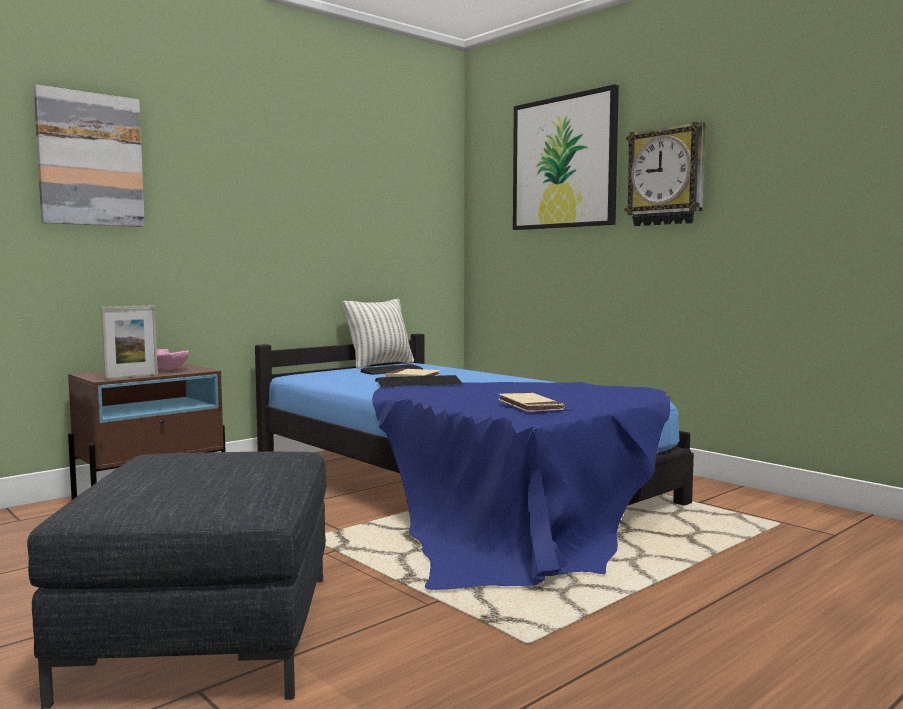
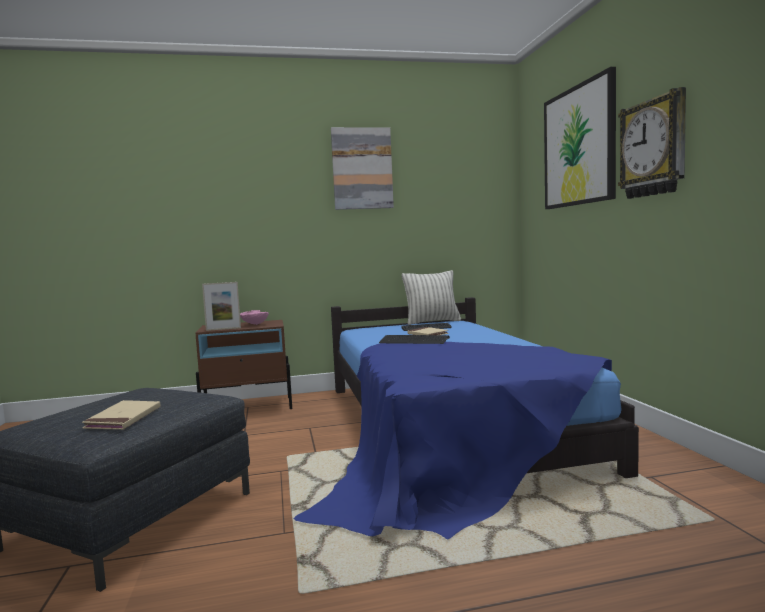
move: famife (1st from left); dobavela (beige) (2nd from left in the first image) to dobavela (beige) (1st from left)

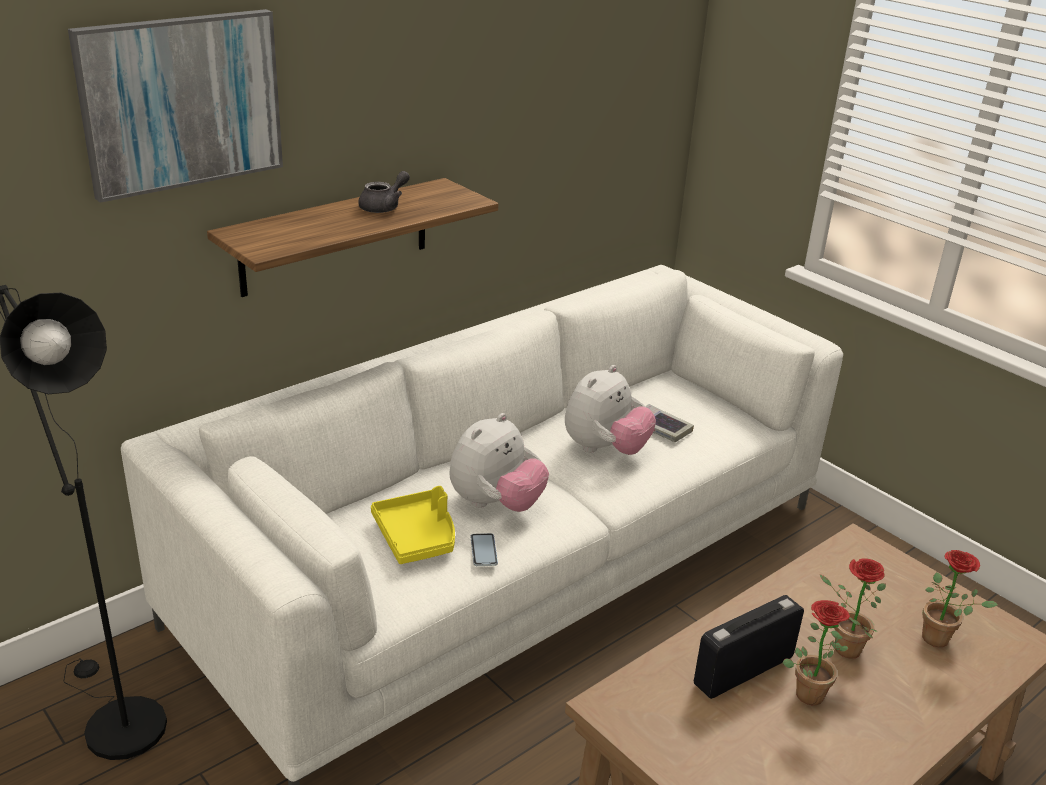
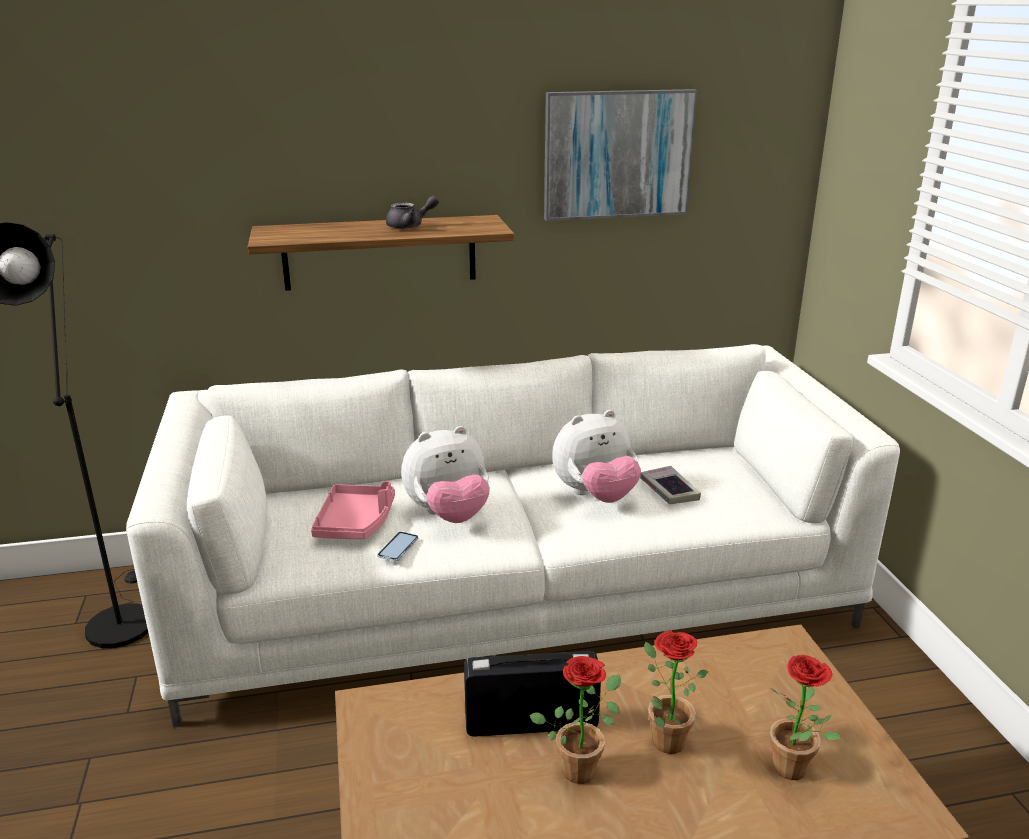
move: famife
recolor: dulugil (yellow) to dulugil (pink)

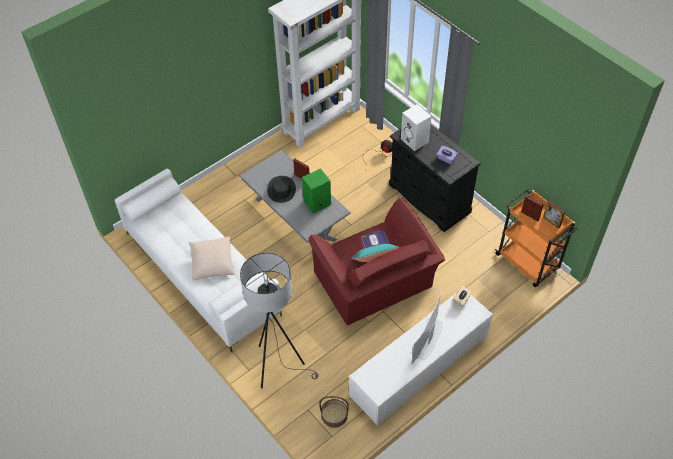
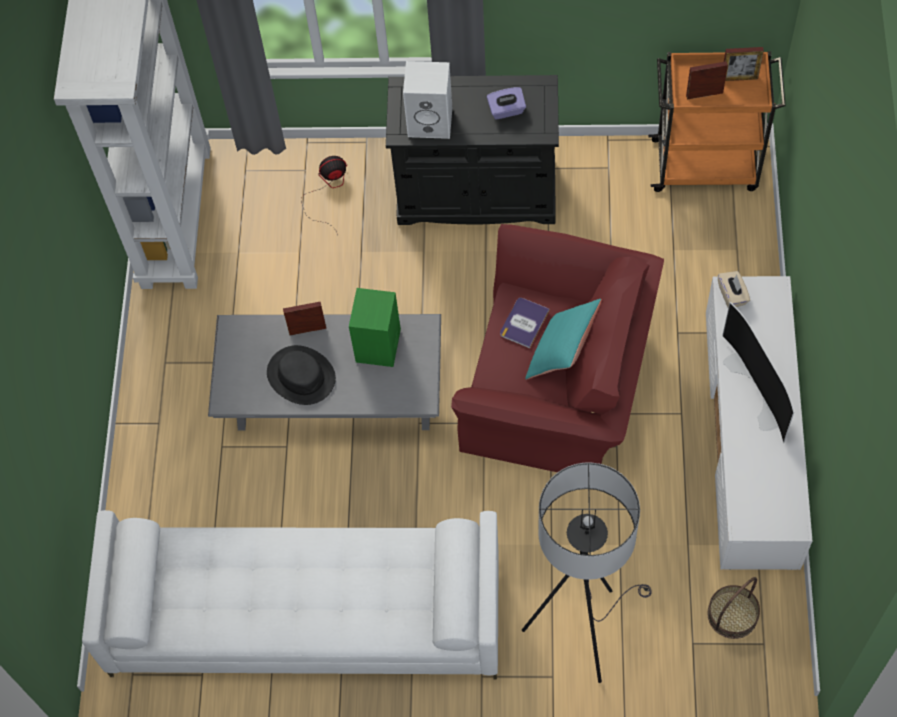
delete: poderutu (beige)

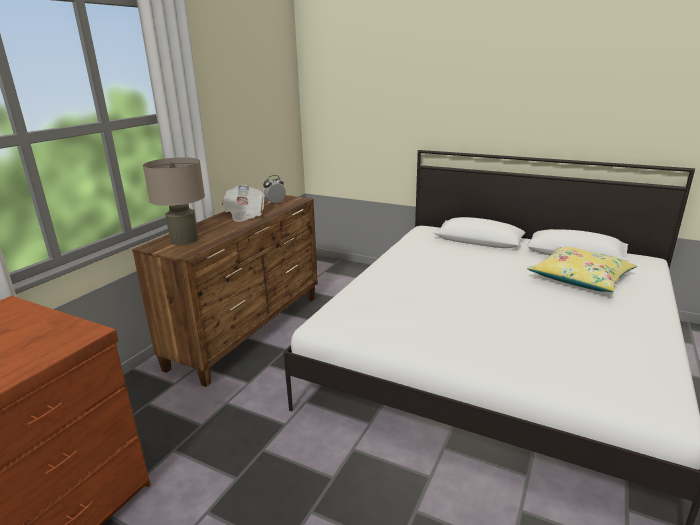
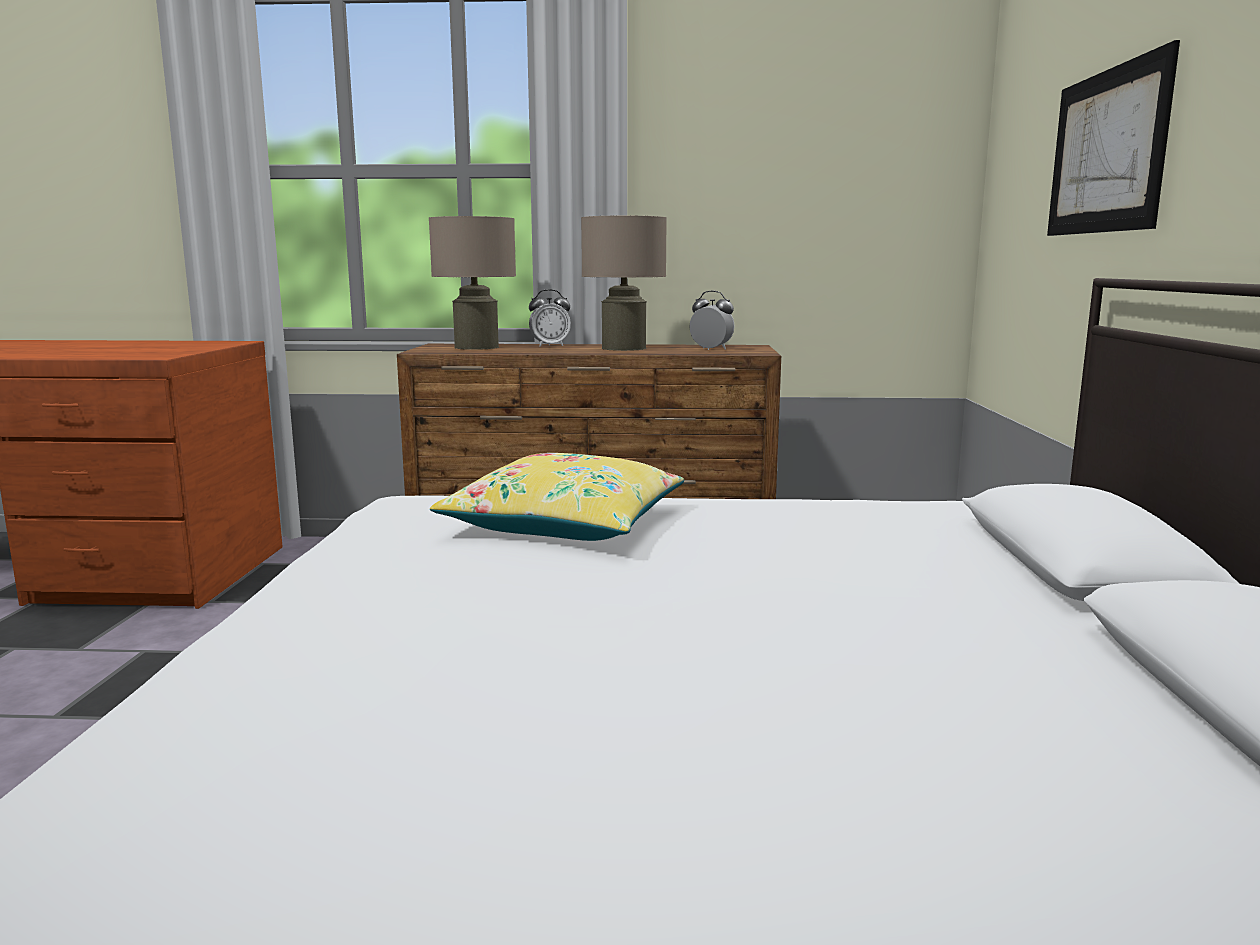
insert: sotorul (1st from left); famife
move: poderutu (yellow)
replace: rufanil to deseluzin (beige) (2nd from left)

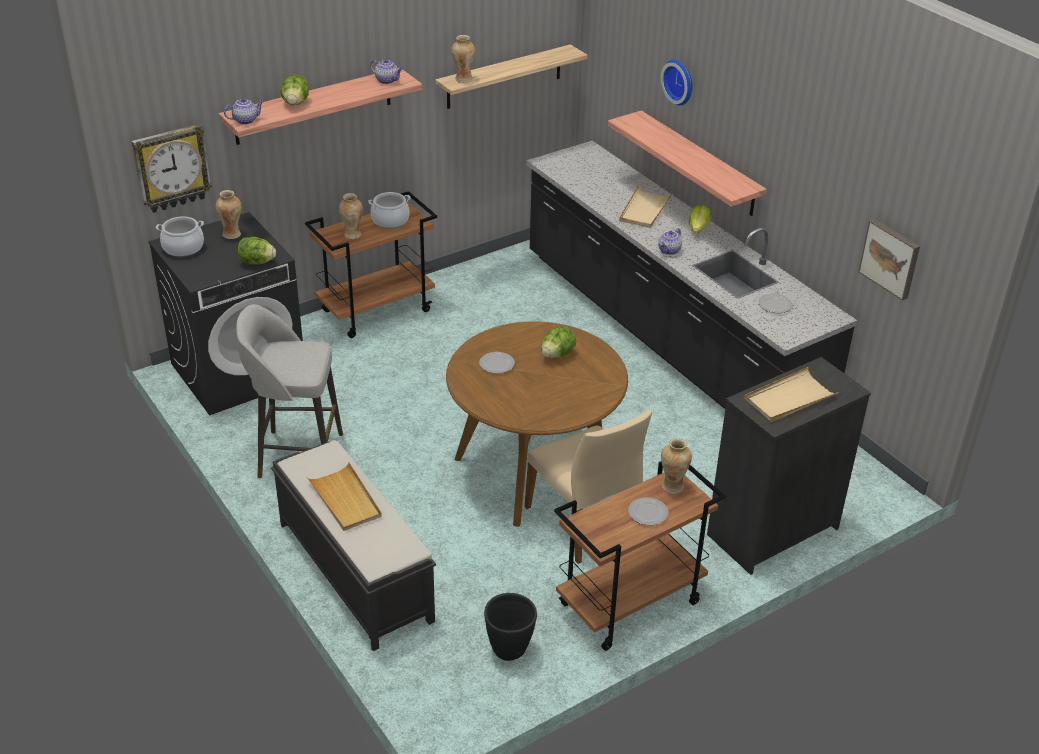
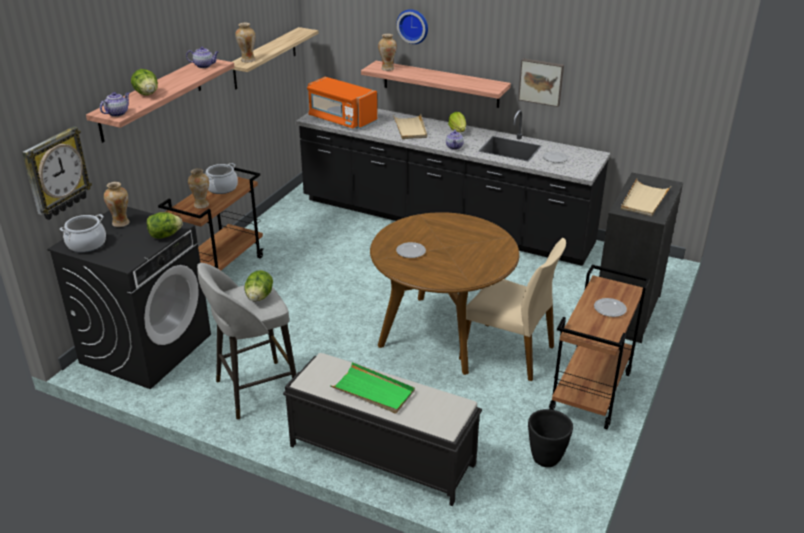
insert: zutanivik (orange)
move: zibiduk (3rd from left); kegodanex (4th from left); famife
recolor: dulugil (beige) (1st from left) to dulugil (green)

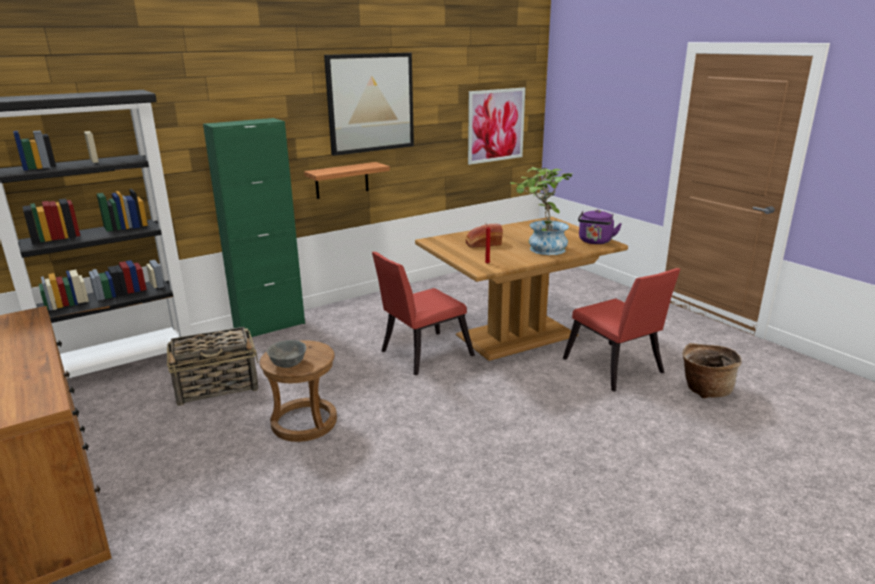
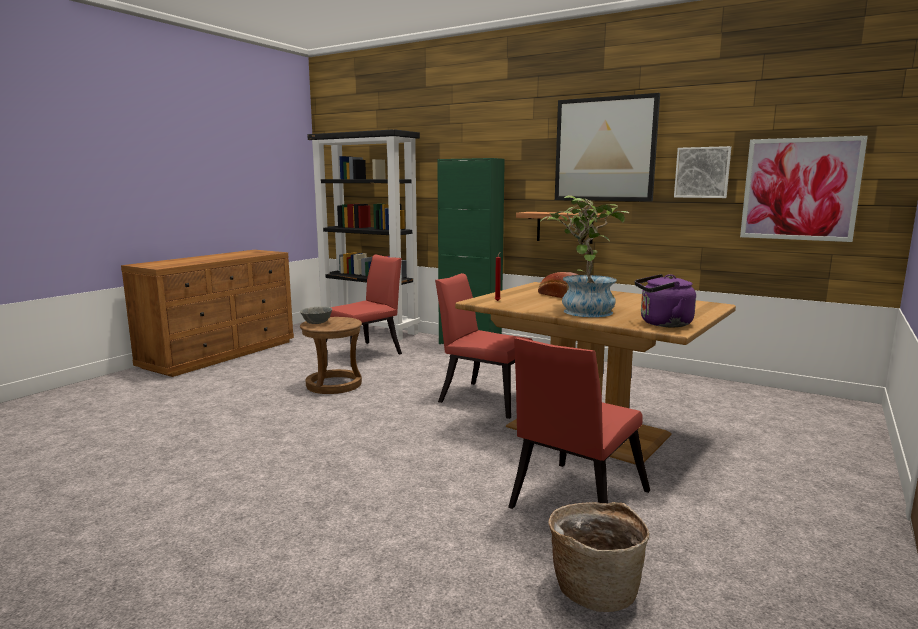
insert: famife (2nd from left)
replace: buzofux (1st from left) to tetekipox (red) (1st from left)

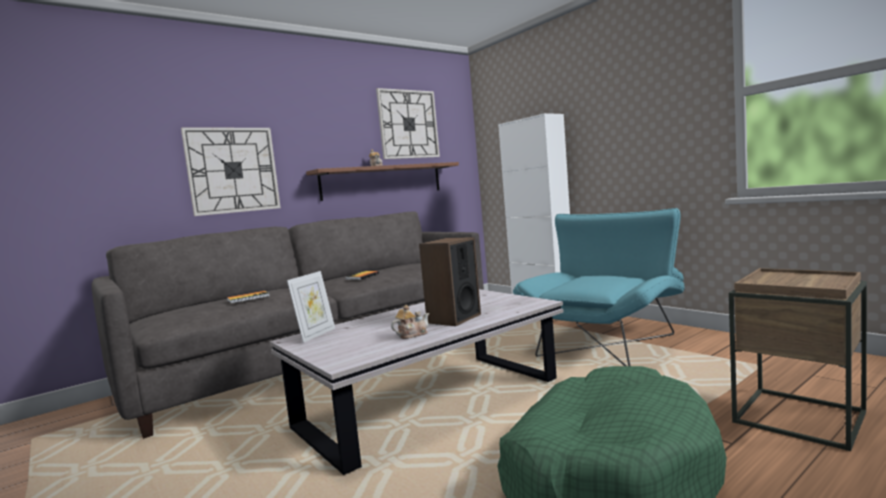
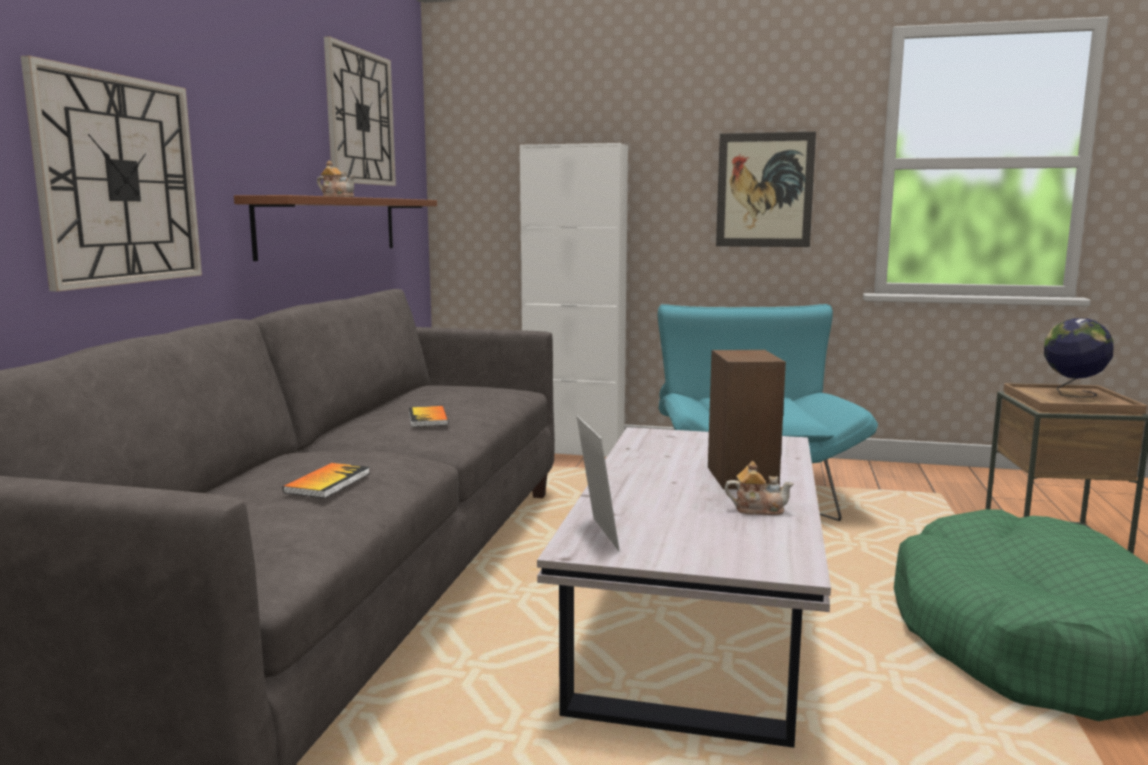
insert: famife; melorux
rotate: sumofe (2nd from left) 75 degrees clockwise

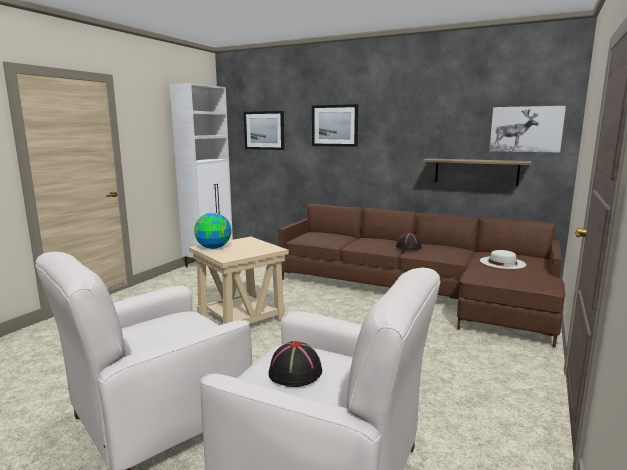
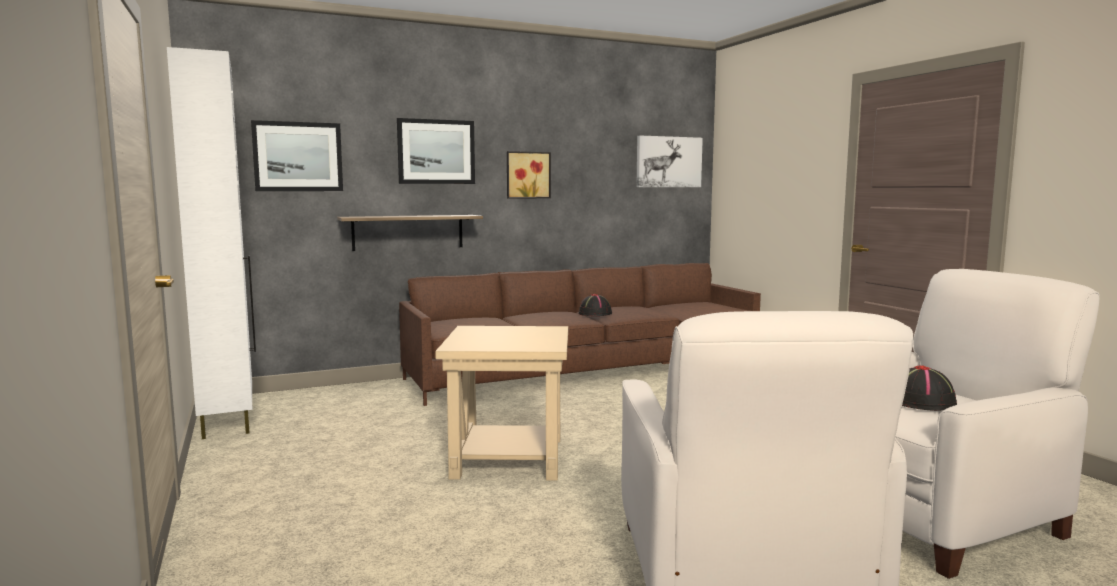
delete: melorux; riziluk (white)
insert: famife (3rd from left)
move: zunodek

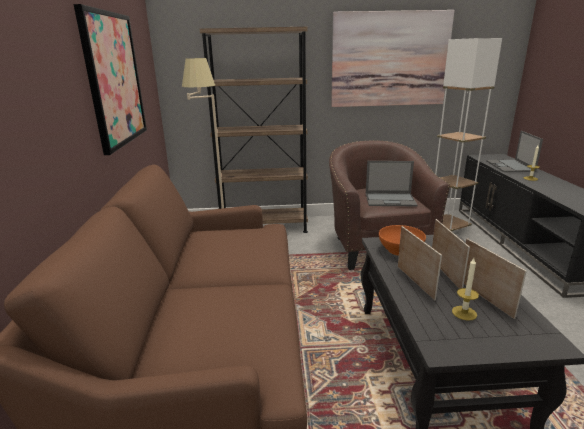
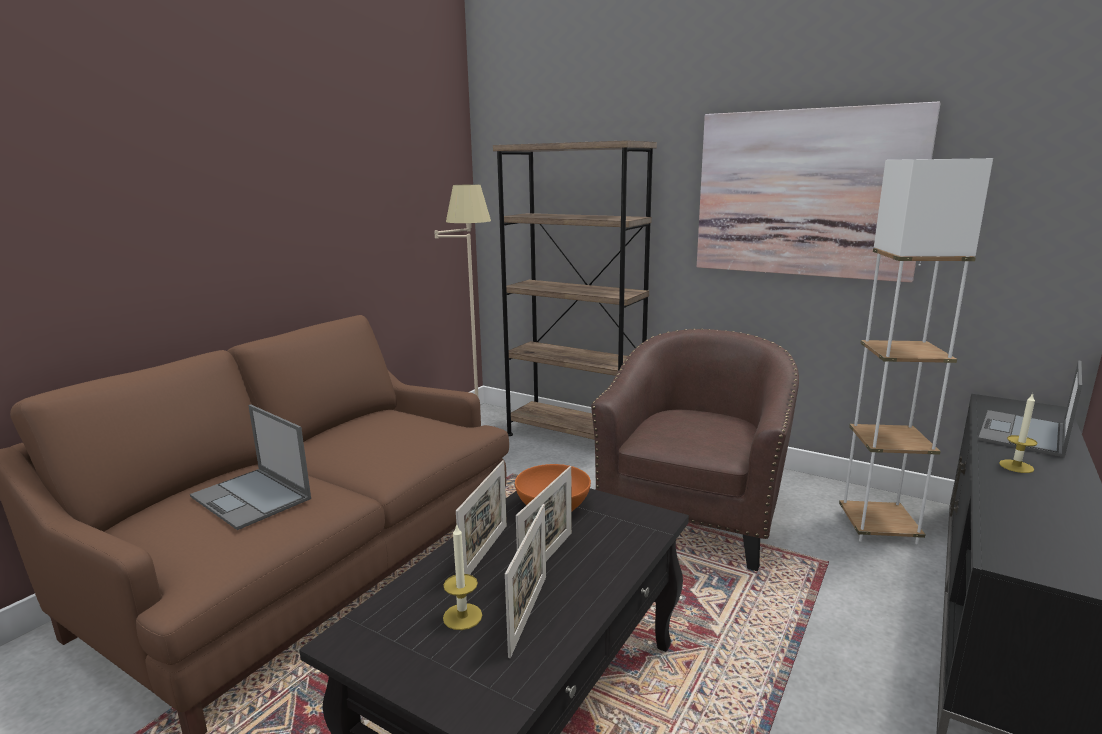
delete: famife (1st from left)
move: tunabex (1st from left)

